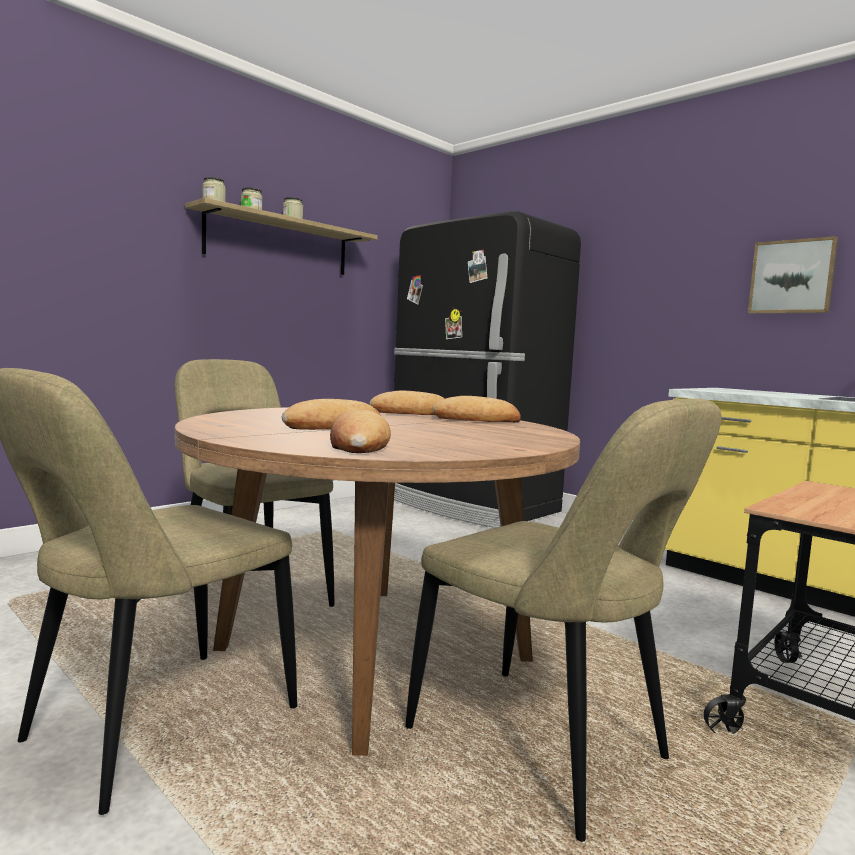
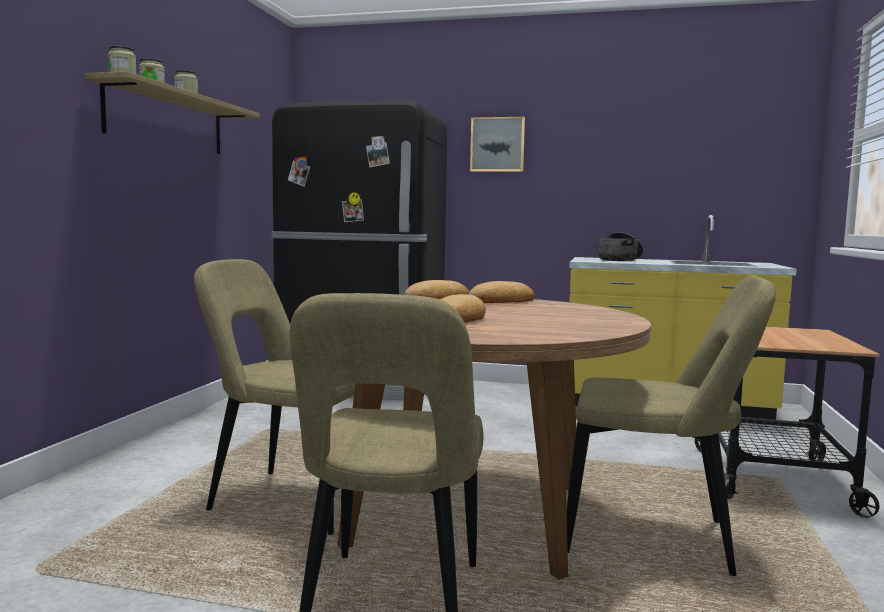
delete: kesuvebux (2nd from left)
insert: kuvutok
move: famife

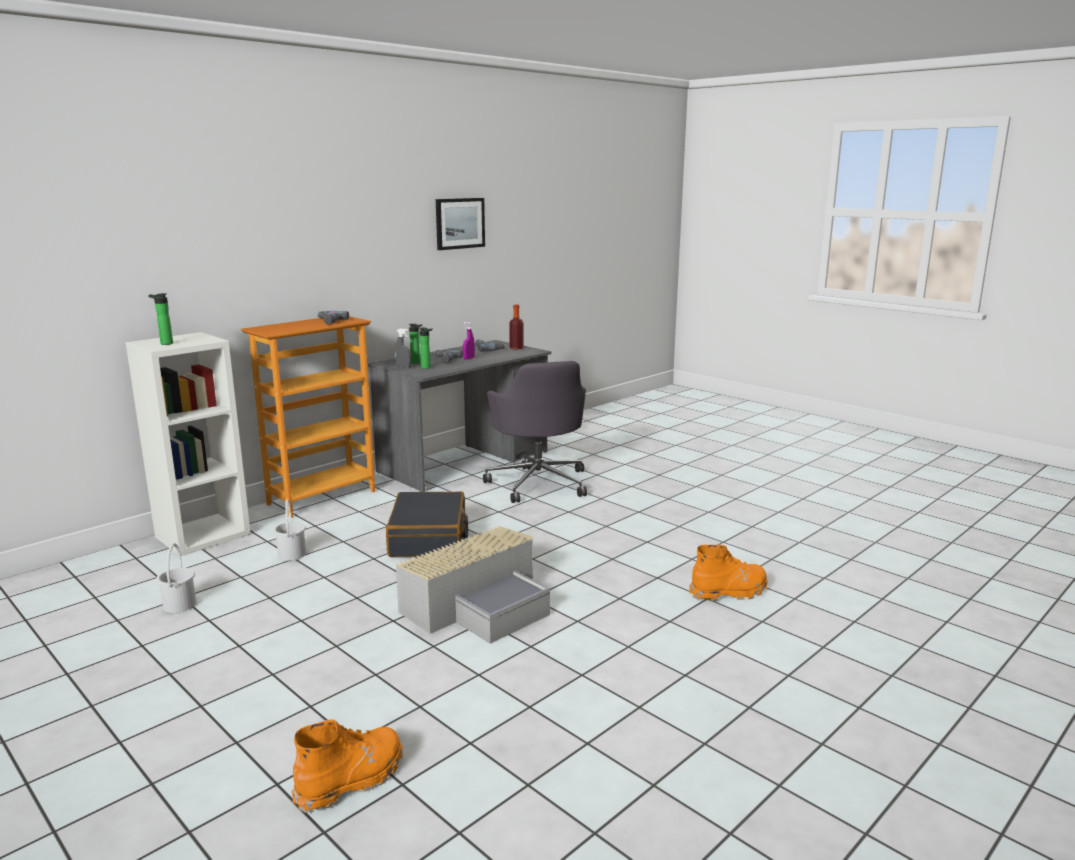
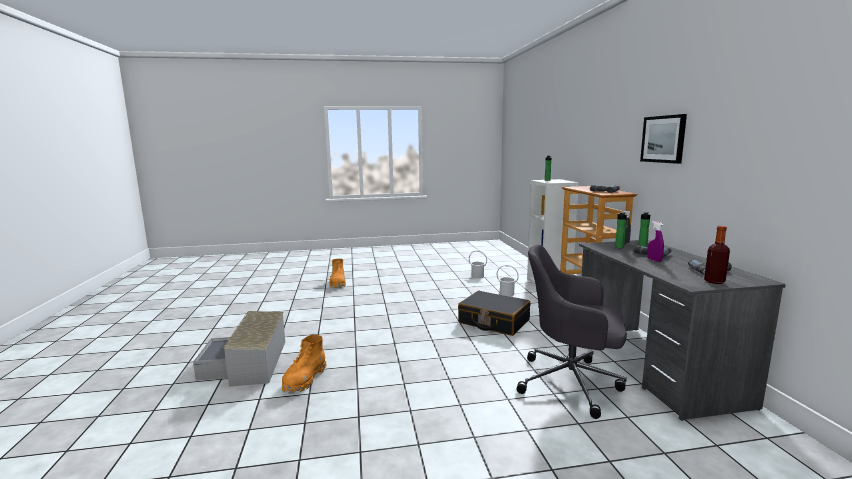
move: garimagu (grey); famife

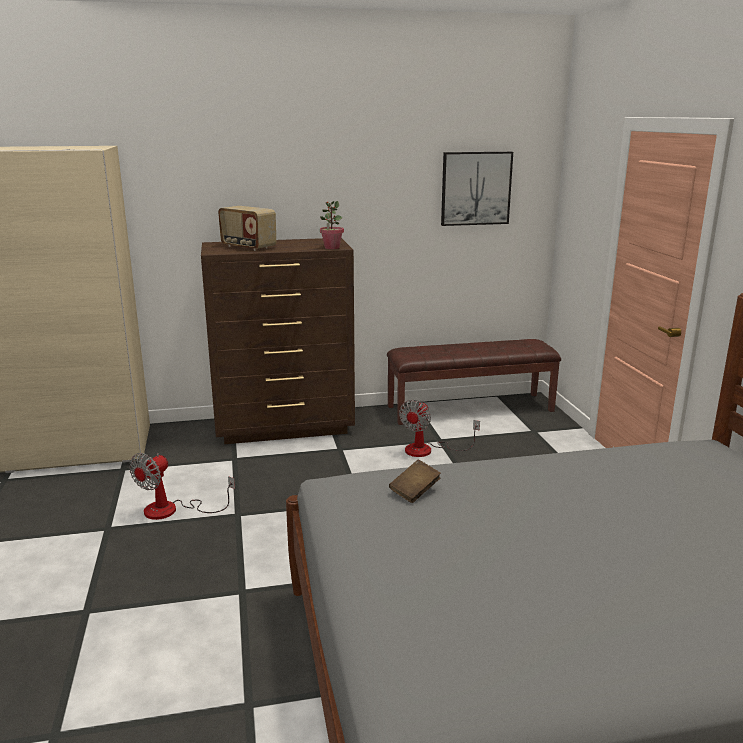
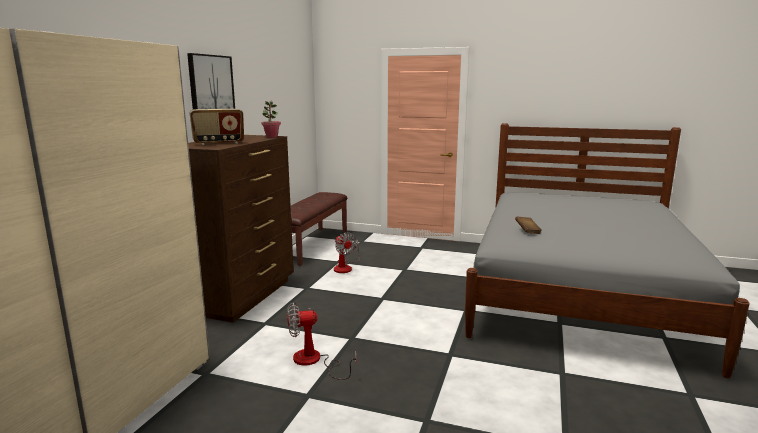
move: famife
rotate: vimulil (1st from left) 105 degrees clockwise

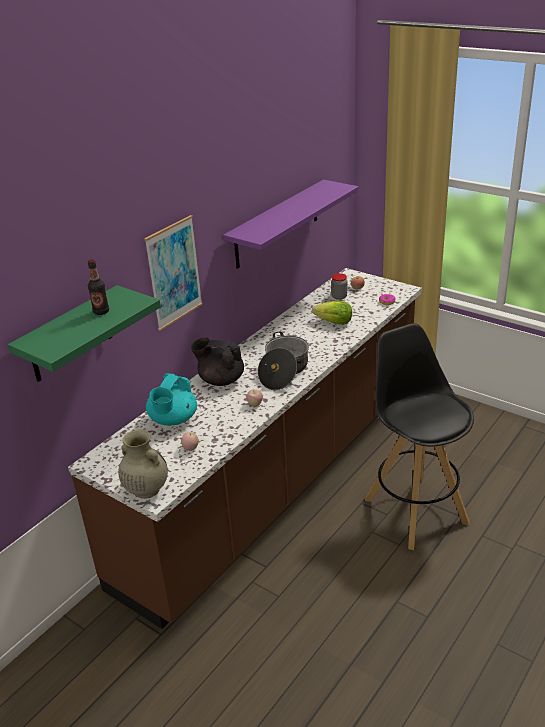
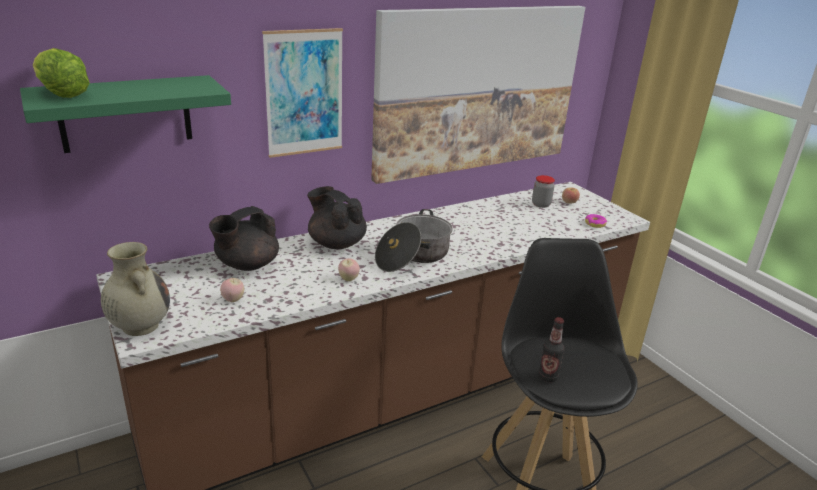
move: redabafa; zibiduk
replace: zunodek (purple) to famife (2nd from left)
recolor: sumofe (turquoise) to sumofe (black) (1st from left)

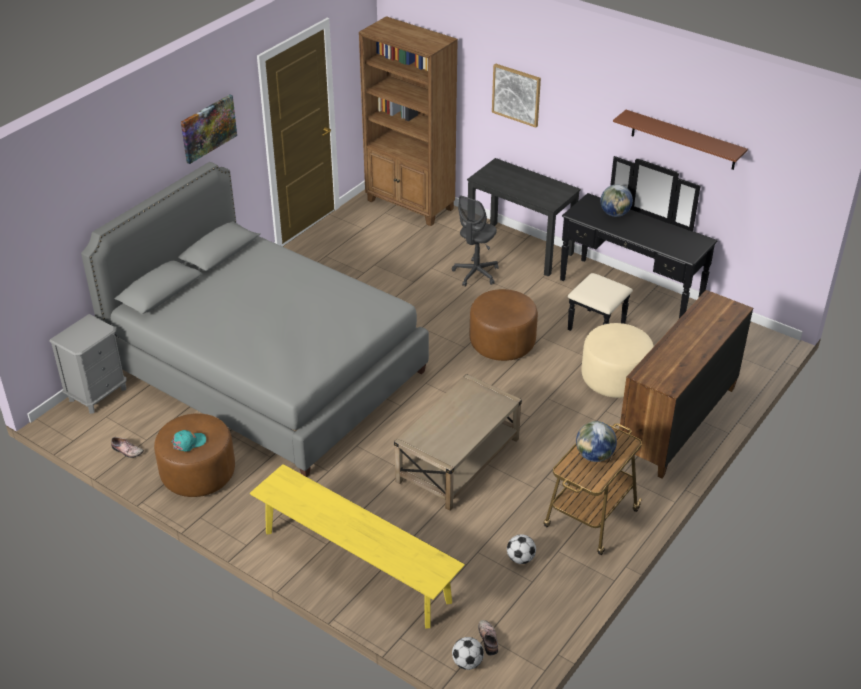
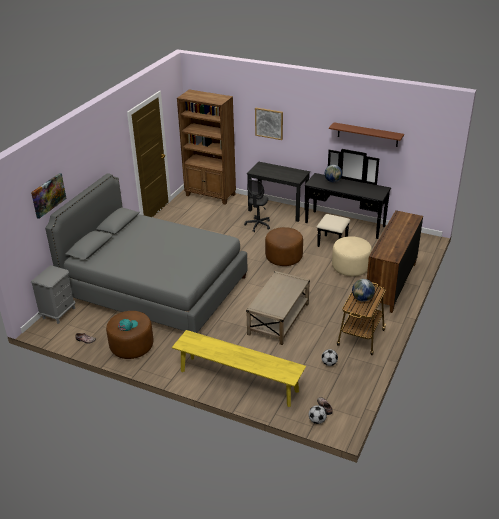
move: famife (1st from left)

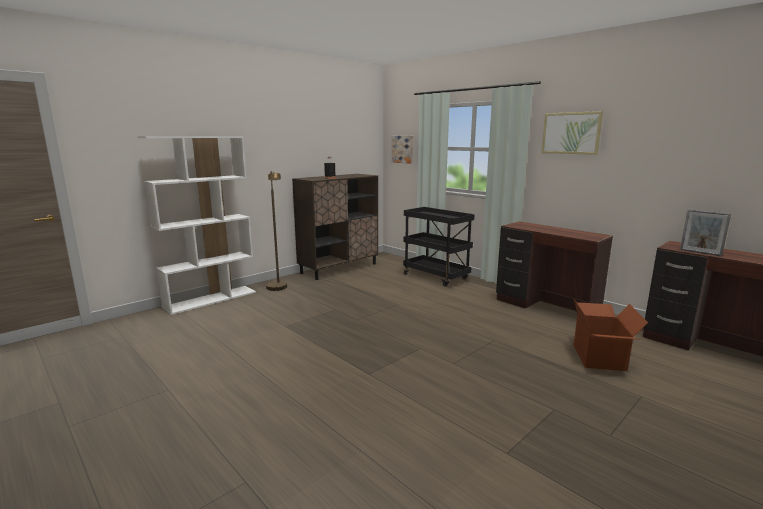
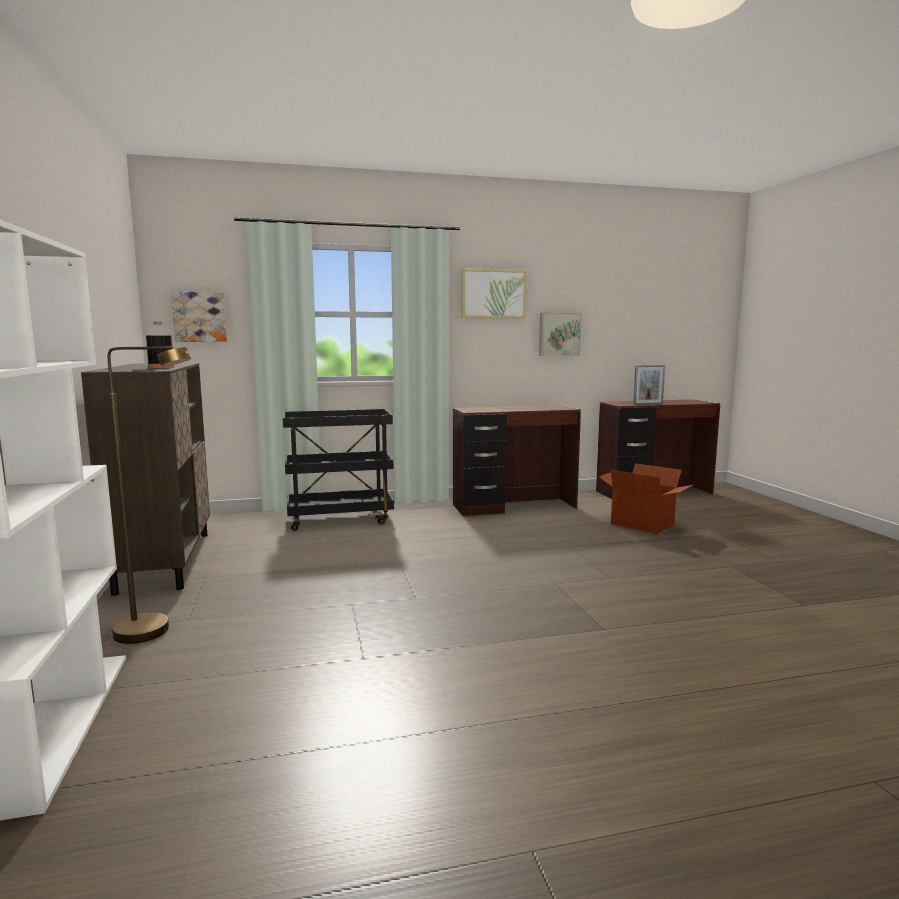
insert: famife (3rd from left)

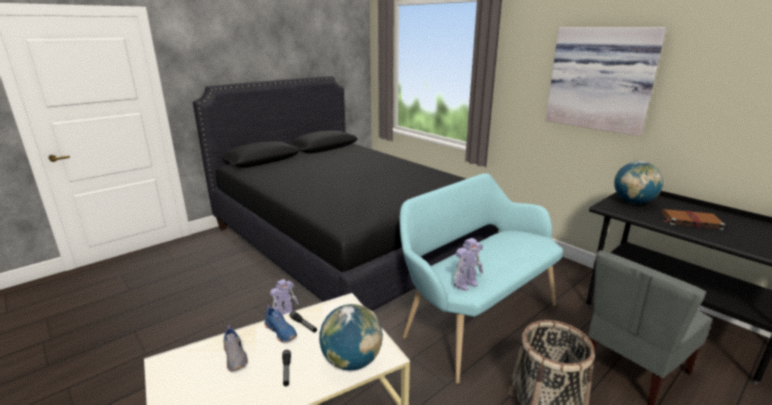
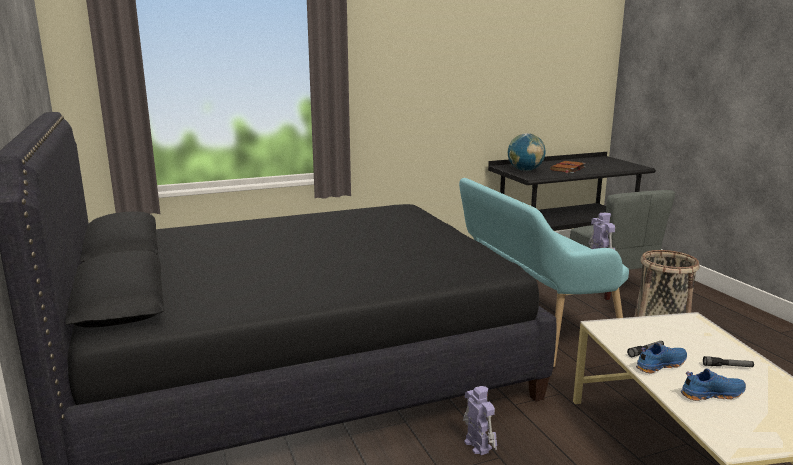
delete: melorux (1st from left); famife
recolor: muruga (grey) to muruga (blue) (2nd from left)

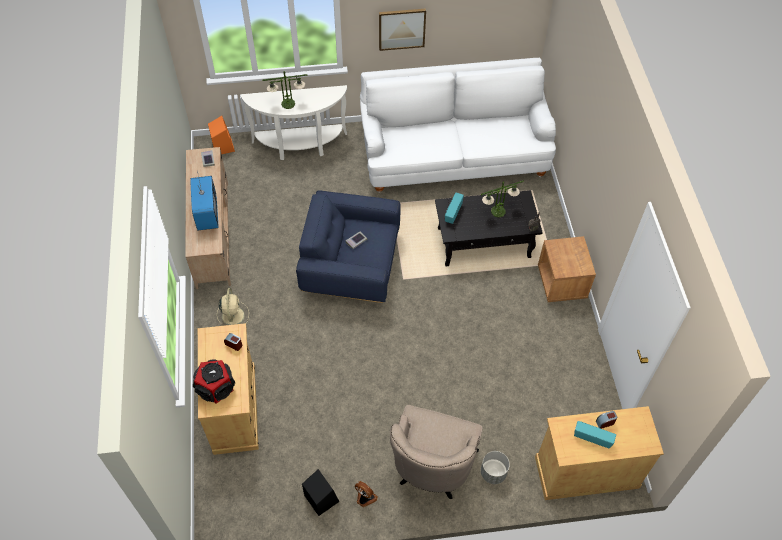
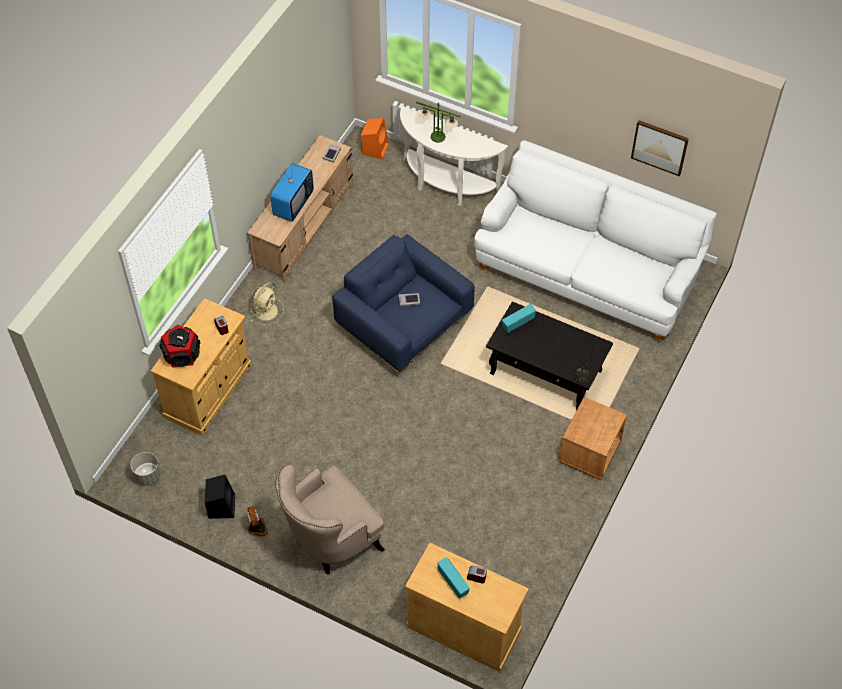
delete: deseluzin (2nd from left)
move: famife; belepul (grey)

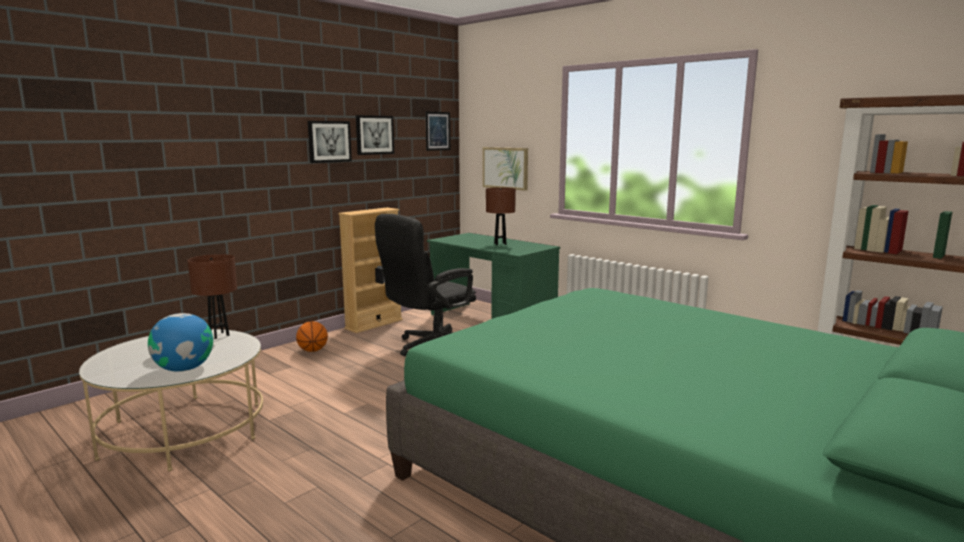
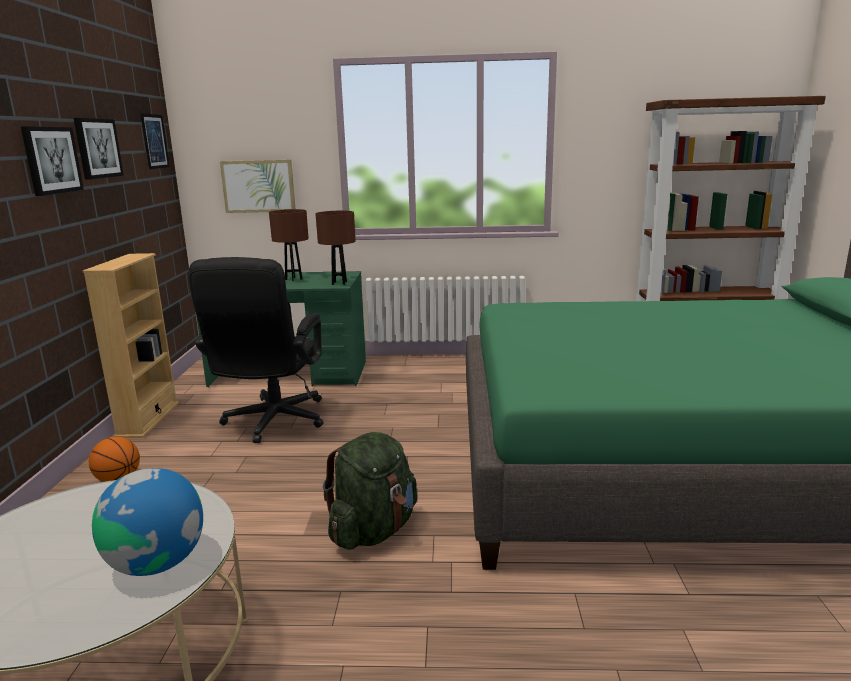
insert: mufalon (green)
move: deseluzin (brown) (1st from left in the first image) to deseluzin (brown) (2nd from left)

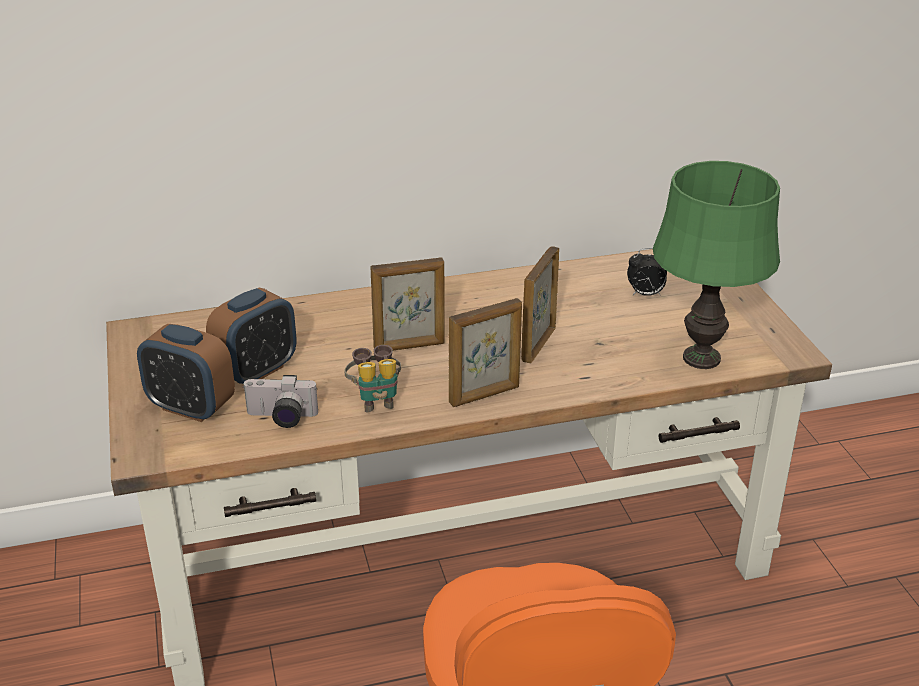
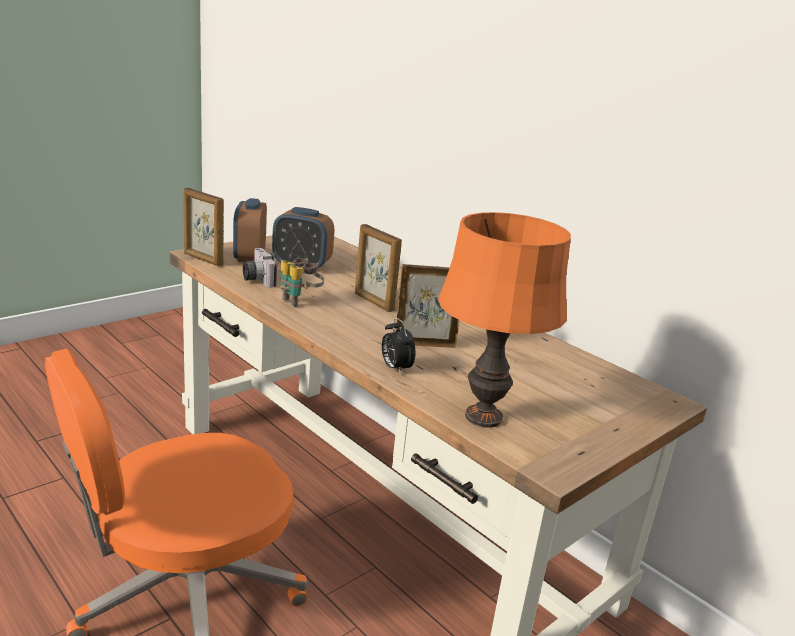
move: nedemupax (2nd from left in the first image) to nedemupax (1st from left); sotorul (3rd from left)
recolor: deseluzin (green) to deseluzin (orange)

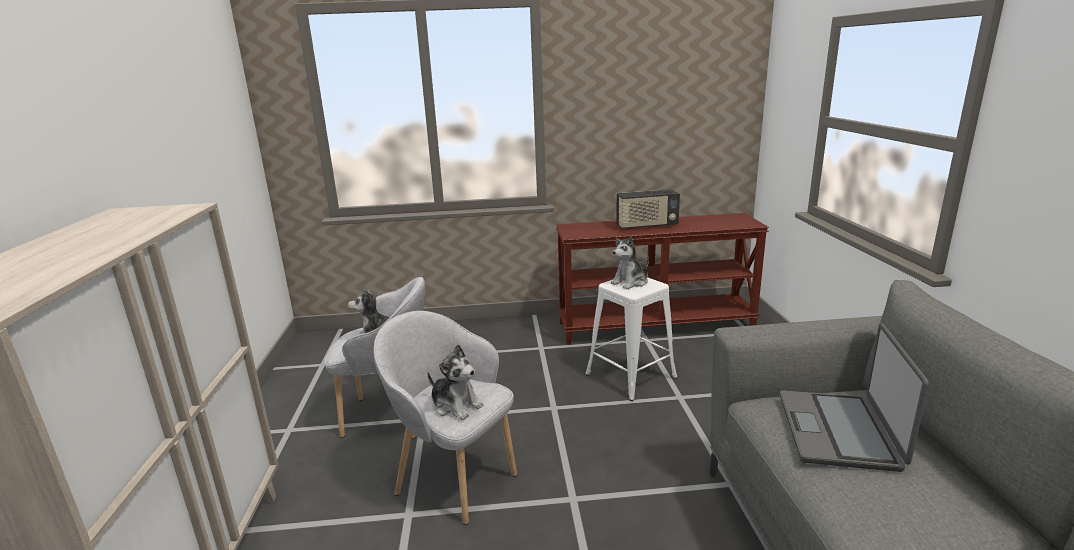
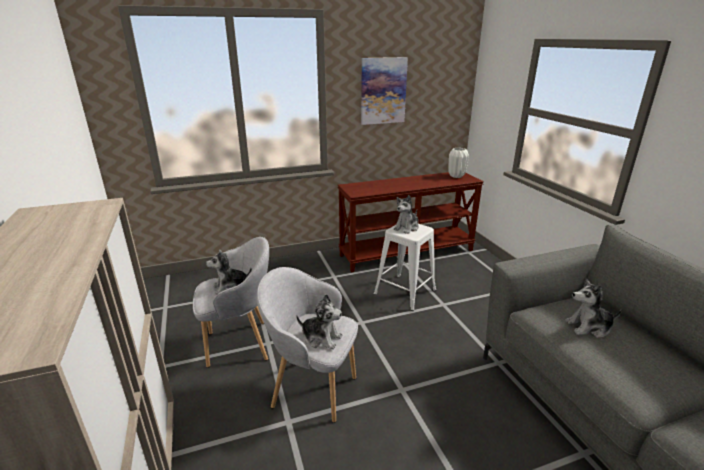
delete: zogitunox
insert: famife; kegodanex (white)
replace: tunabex to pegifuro (4th from left)

